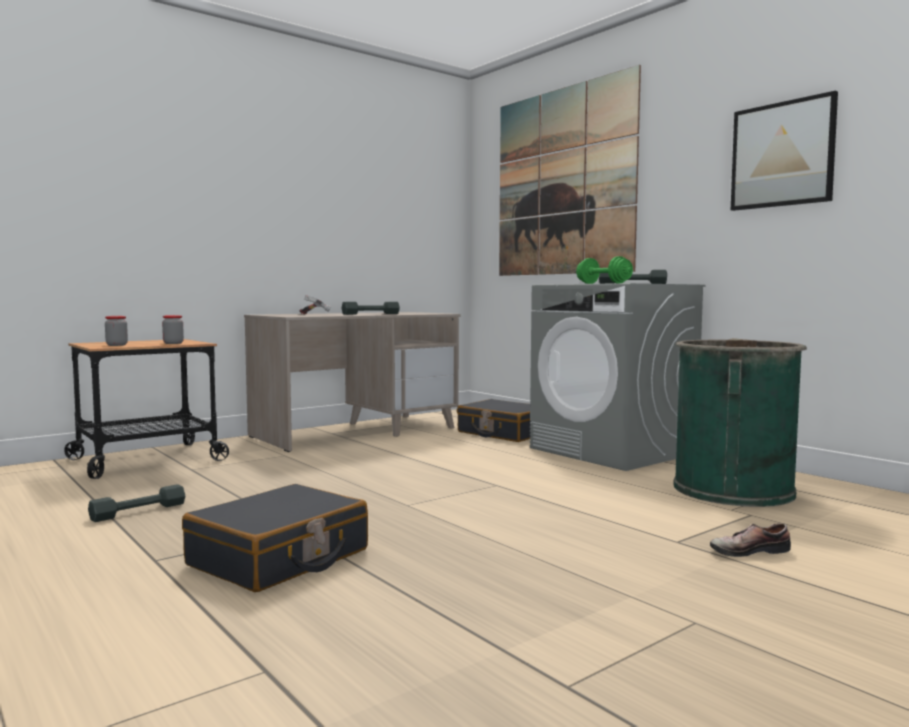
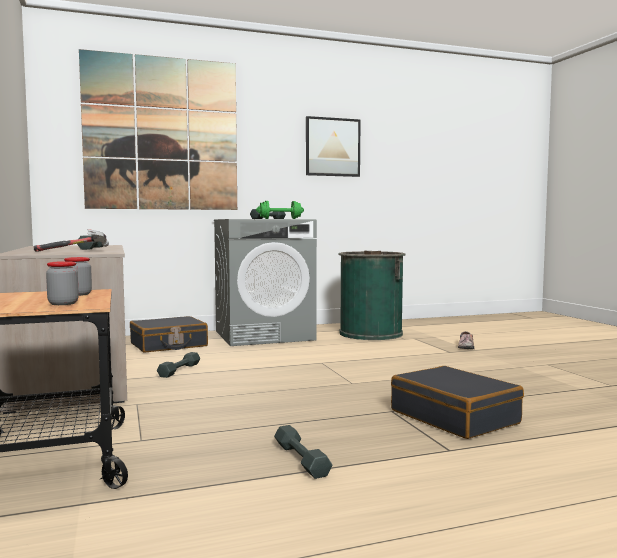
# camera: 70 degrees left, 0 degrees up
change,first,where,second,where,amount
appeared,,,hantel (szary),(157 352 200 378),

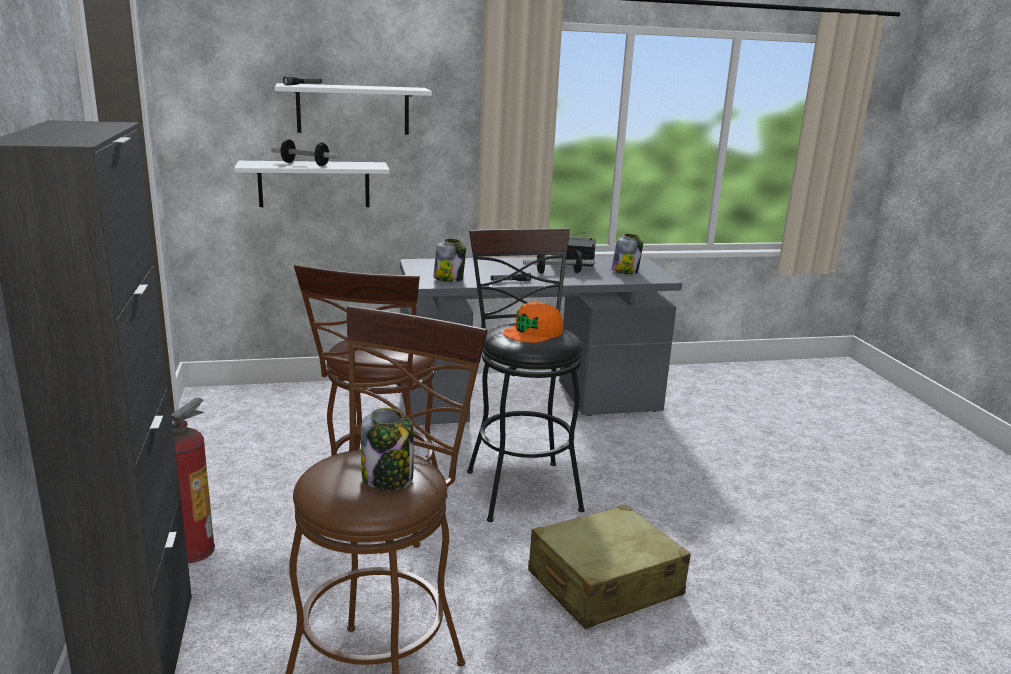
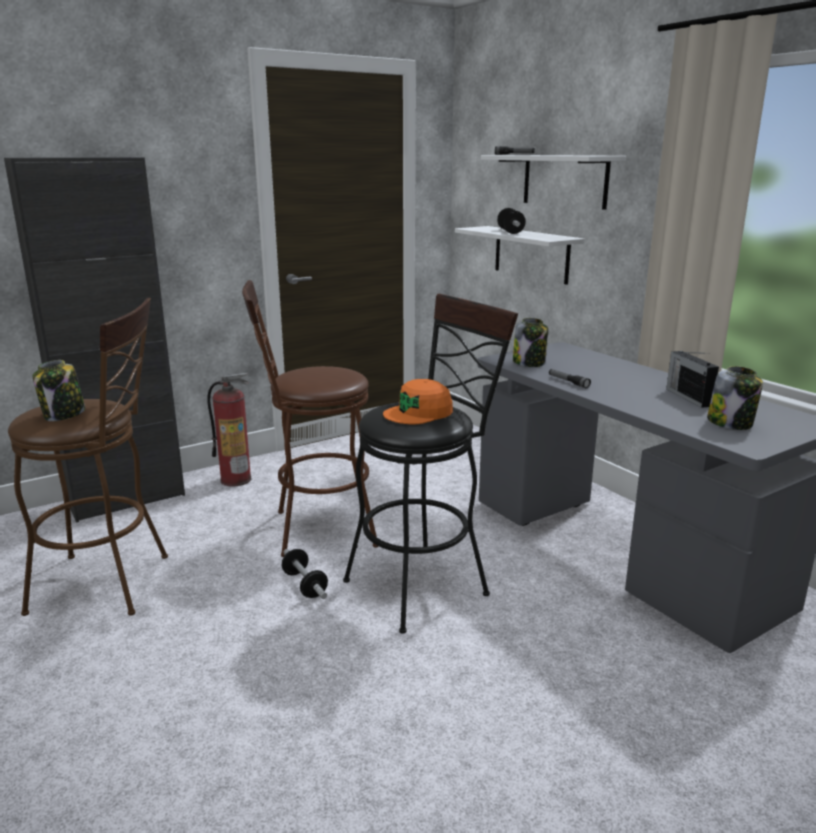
# camera: 70 degrees right, 0 degrees up
change,first,where,second,where,amount
missing,walizka (beżowy),(528 505 691 629),,,
relocated,hantel,(523 251 595 274),,(282 549 328 599),
spun,czapka z daszkiem (pomarańczowy),(503 302 563 343),,(383 379 453 424),60 degrees counterclockwise

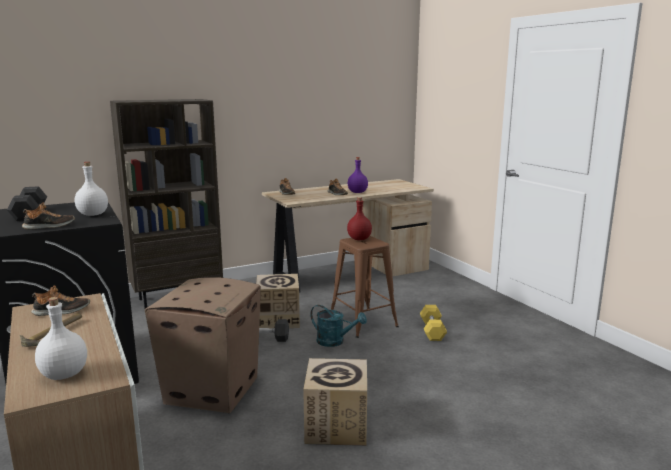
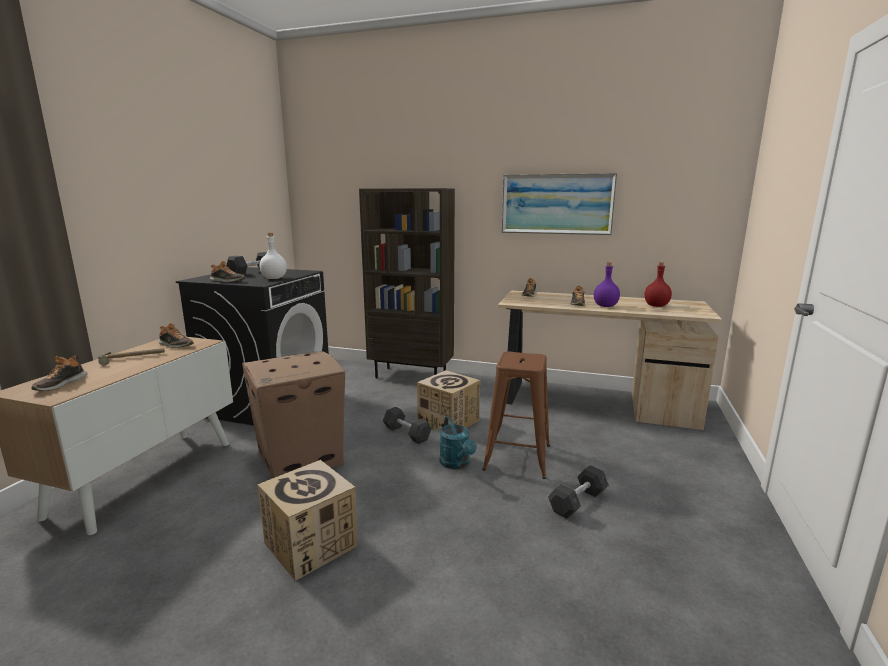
# camera: 45 degrees right, 0 degrees up
change,first,where,second,where,amount
appeared,,,obraz,(502 173 617 235),
relocated,butelka (czerwony),(347 197 372 240),,(644 262 672 307),
exchanged,butelka (biały),(35 297 87 380),but,(31 356 87 391),
colour,hantel (żółty),(420 305 447 341),hantel (szary),(548 465 609 519),

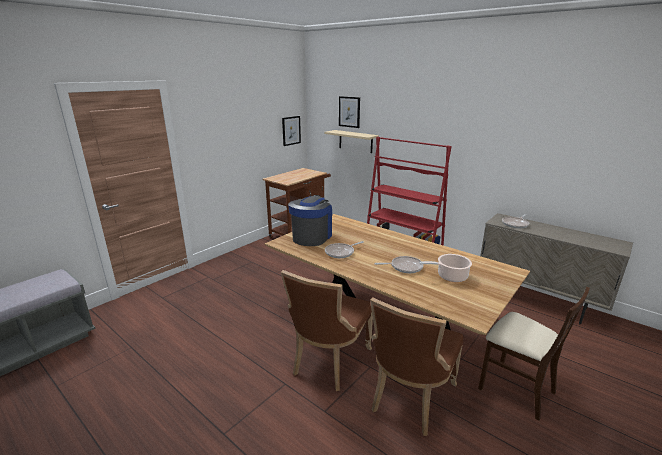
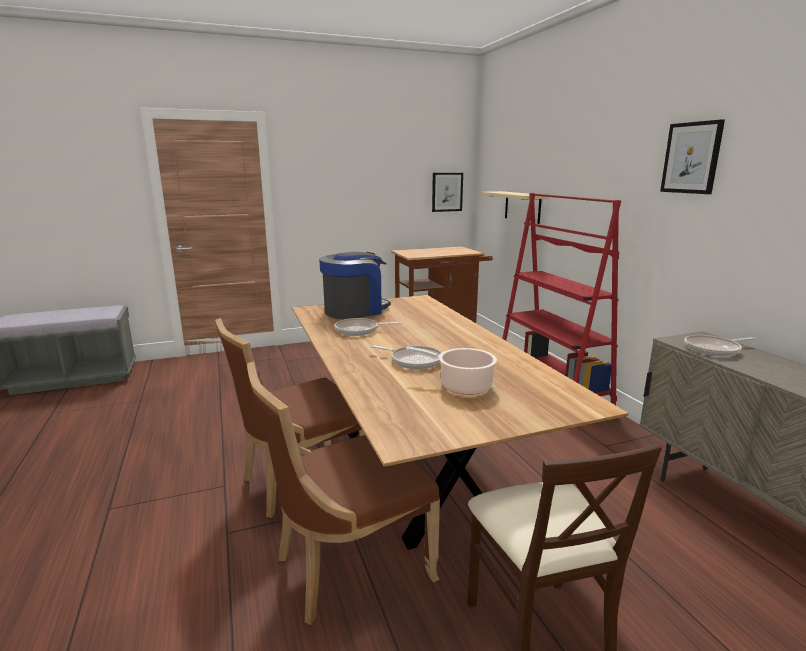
# camera: 30 degrees right, 5 degrees down
change,first,where,second,where,amount
relocated,obraz,(339 96 360 128),,(660 119 725 194),

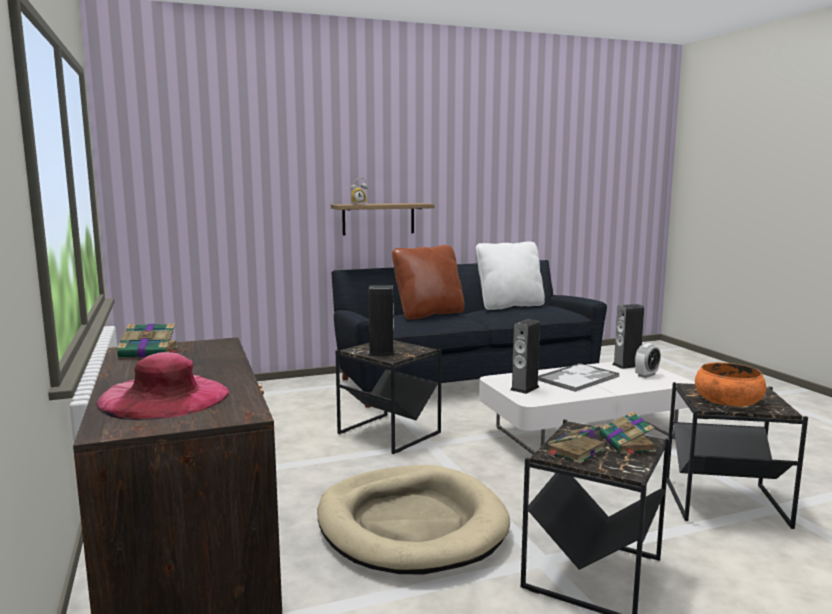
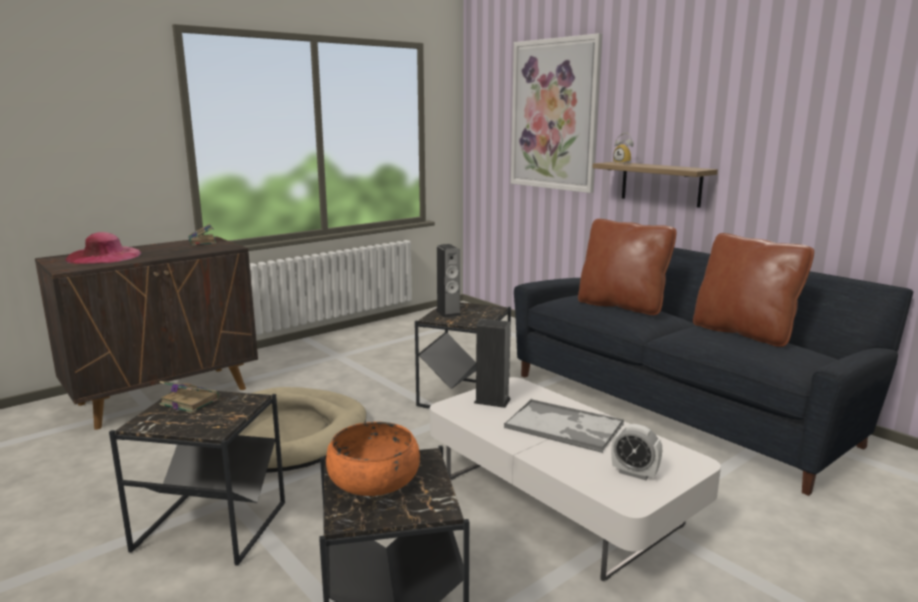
# camera: 70 degrees right, 5 degrees up
change,first,where,second,where,amount
missing,książka,(600 411 656 455),,,
missing,głośnik,(612 304 644 369),,,
appeared,,,obraz,(511 33 602 193),
colour,poduszka (biały),(476 242 545 310),poduszka (brązowy),(693 233 814 347),

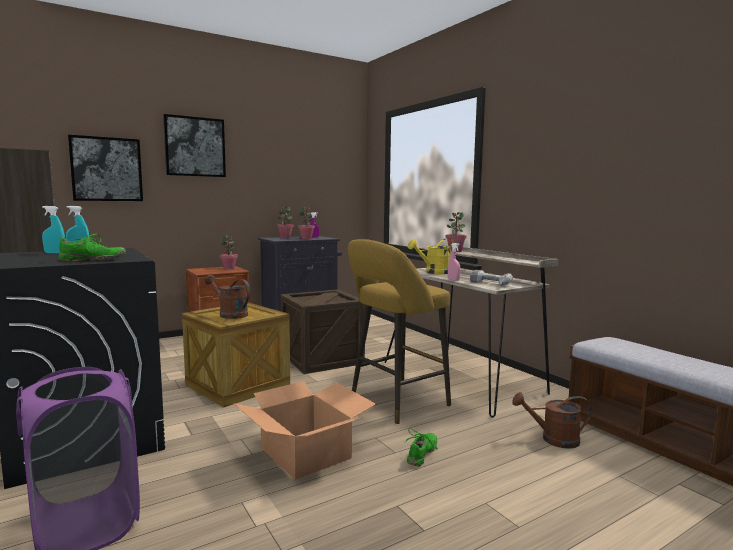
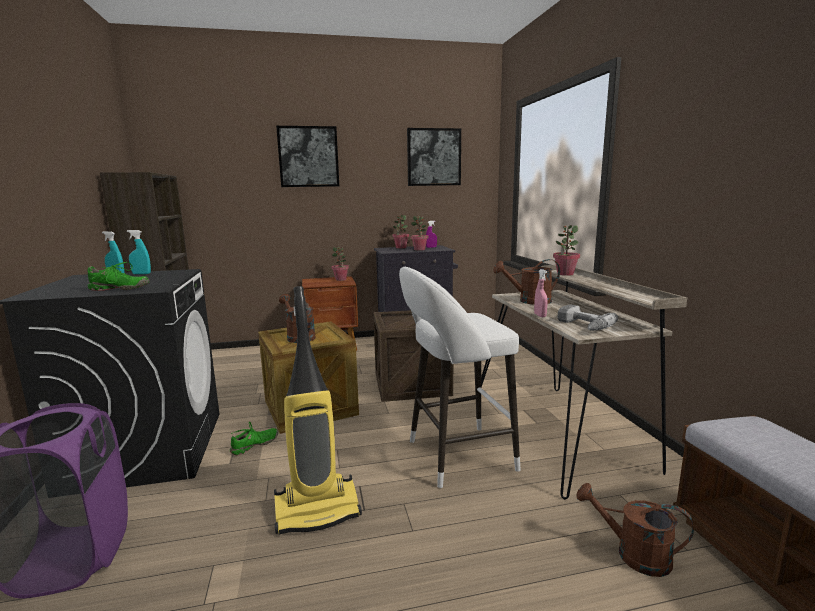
# camera: 20 degrees right, 5 degrees up
change,first,where,second,where,amount
relocated,obraz,(68 135 143 201),,(407 128 461 186),
relocated,but (zielony),(404 428 438 467),,(230 422 278 455),
exchanged,karton,(233 381 376 480),odkurzacz,(274 286 362 534),
colour,stołek (żółty),(348 239 451 424),stołek (biały),(399 267 521 488),
colour,konewka (żółty),(408 238 455 274),konewka (brązowy),(494 259 560 304),

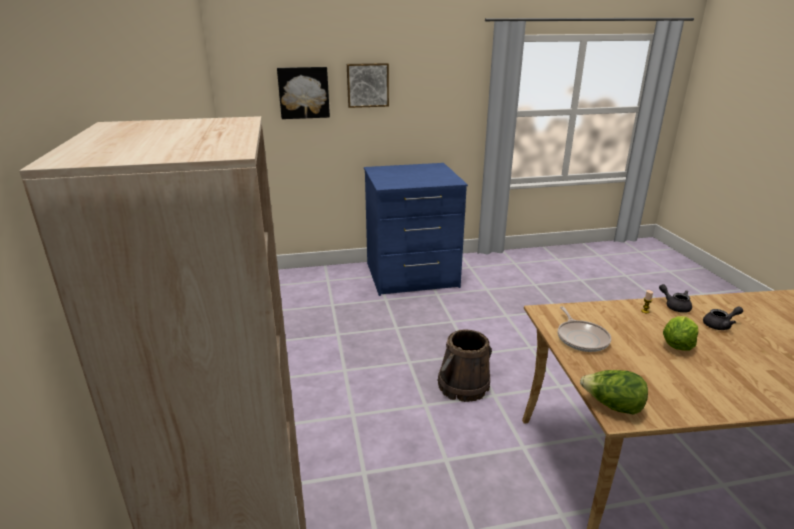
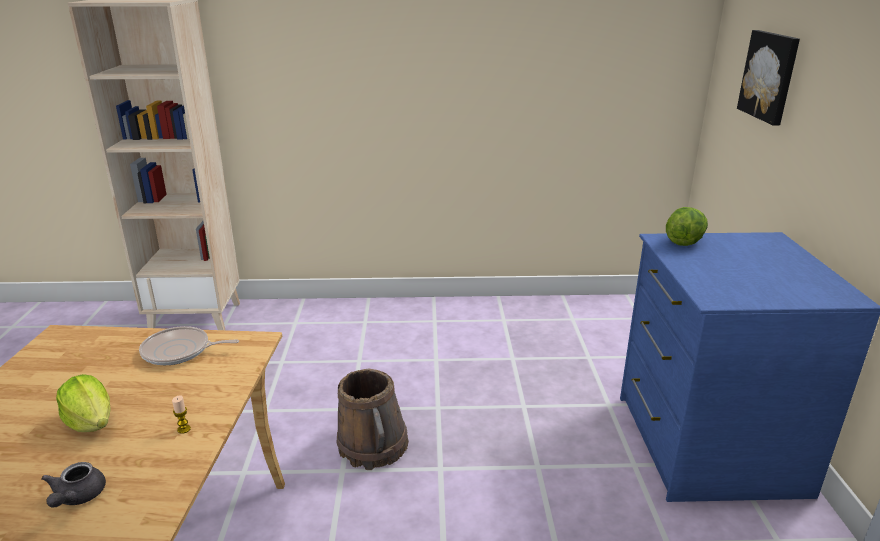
# camera: 100 degrees right, 0 degrees up
change,first,where,second,where,amount
missing,obraz,(347 63 389 108),,,
missing,imbryk (szary),(659 284 692 313),,,
relocated,sałata,(580 370 648 415),,(666 207 708 246),

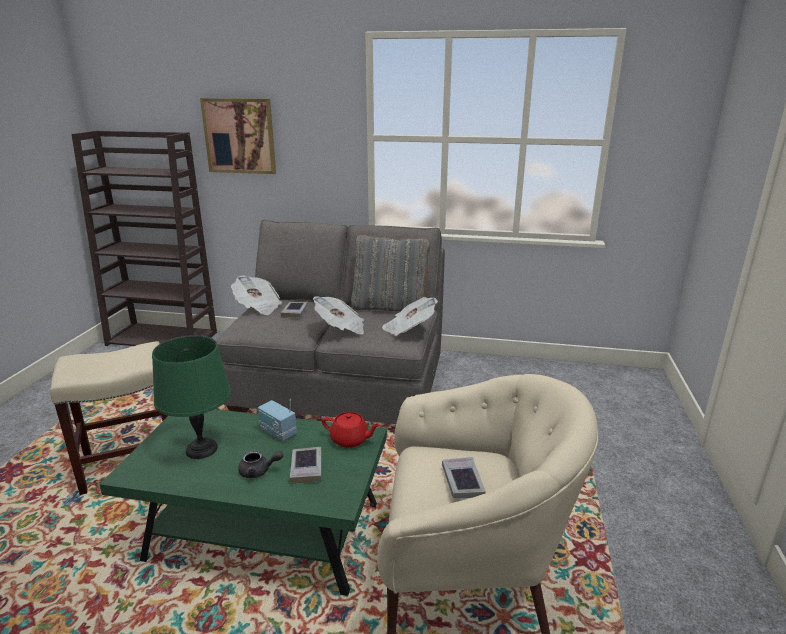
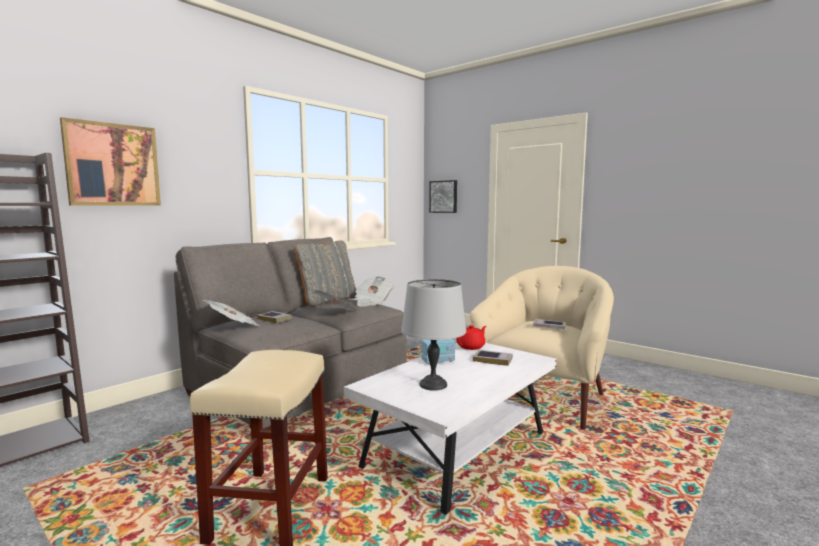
# camera: 60 degrees left, 15 degrees down
change,first,where,second,where,amount
missing,imbryk (szary),(238 450 283 478),,,
appeared,,,obraz,(429 180 457 213),
colour,ława (zielony),(99 409 387 596),ława (biały),(344 343 556 515),
colour,lampa stołowa (zielony),(152 335 231 459),lampa stołowa (szary),(401 279 466 391),

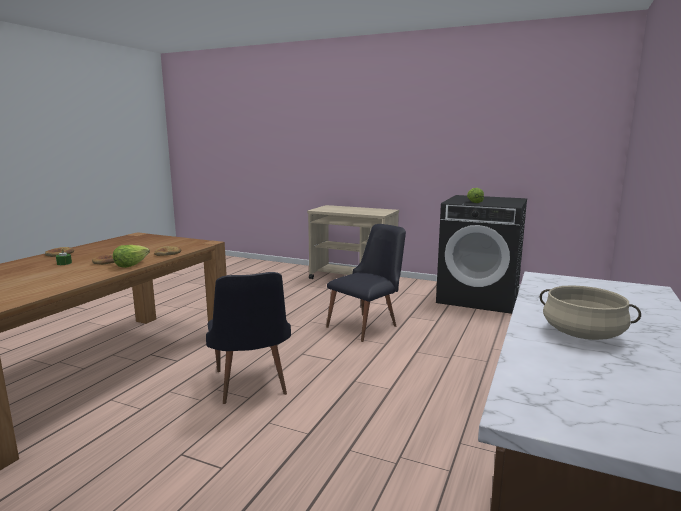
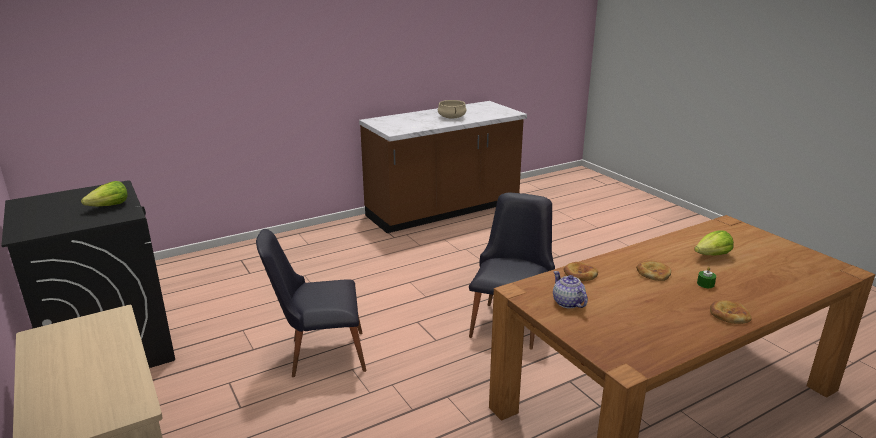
# camera: 145 degrees left, 10 degrees up
change,first,where,second,where,amount
appeared,,,imbryk,(553 271 588 308),
relocated,sałata,(113 245 150 268),,(694 230 734 256),

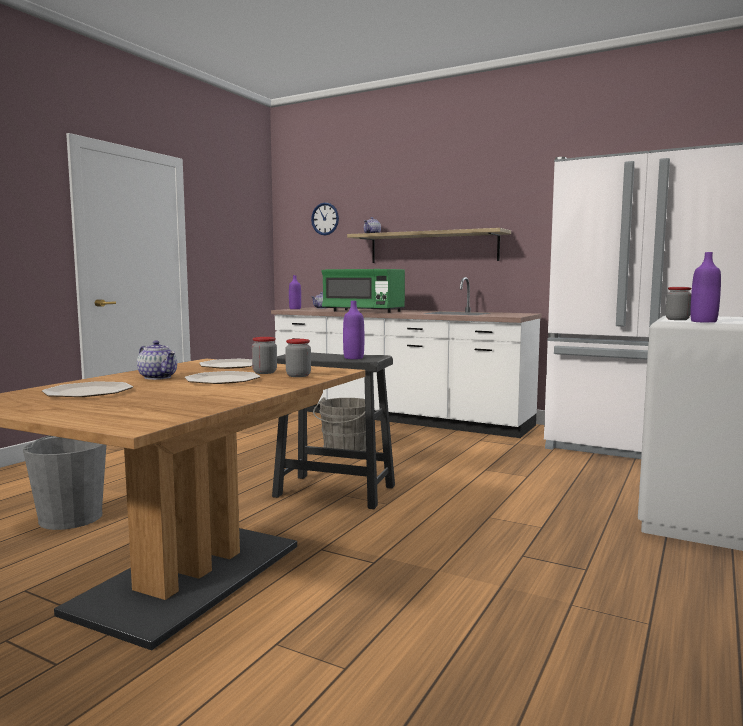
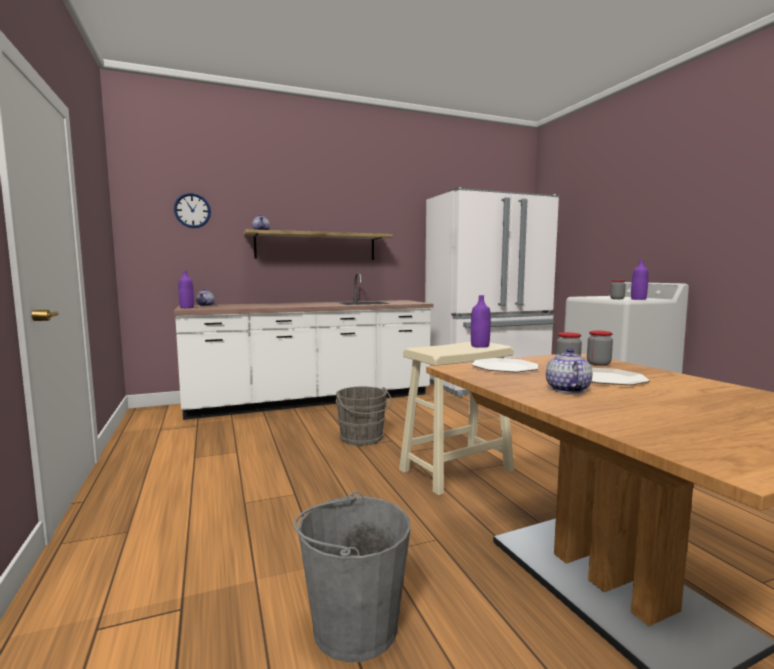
# camera: 50 degrees left, 0 degrees up
change,first,where,second,where,amount
missing,talerz,(42 381 133 397),,,
missing,mikrofalówka (zielony),(322 269 405 313),,,
colour,stołek (czarny),(272 352 395 509),stołek (beżowy),(399 341 514 495),
spun,imbryk,(137 340 177 380),,(546 348 592 393),75 degrees counterclockwise

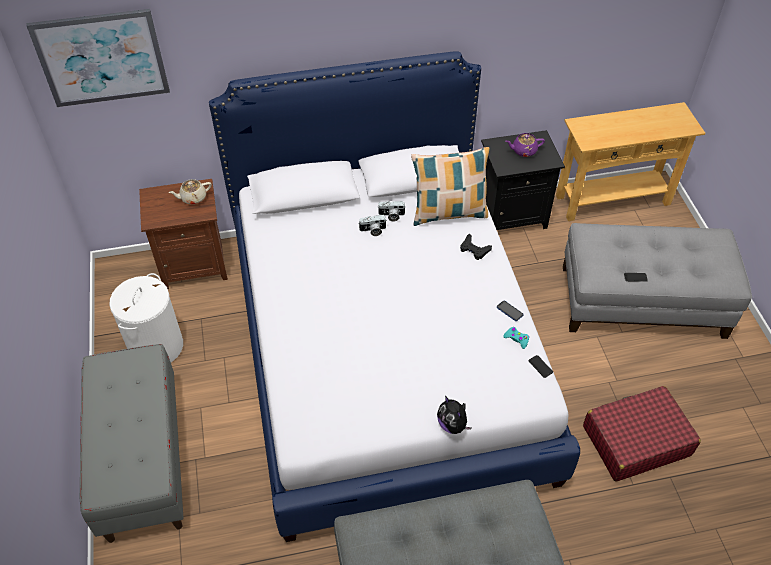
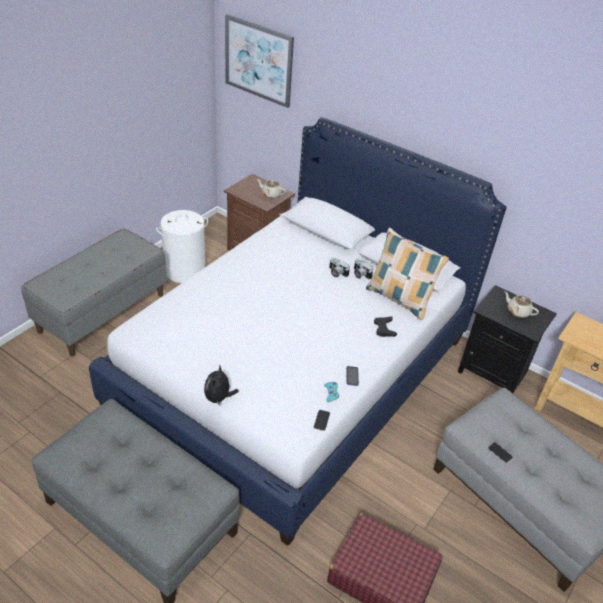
# camera: 45 degrees right, 10 degrees down
change,first,where,second,where,amount
colour,imbryk (fioletowy),(506 133 545 157),imbryk (beżowy),(504 291 539 318),

